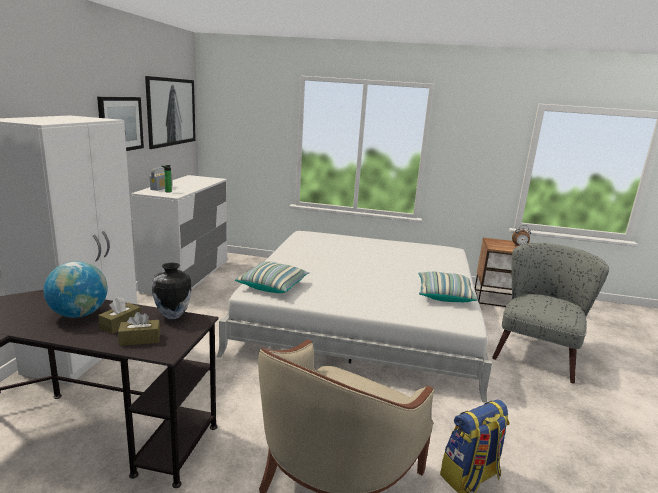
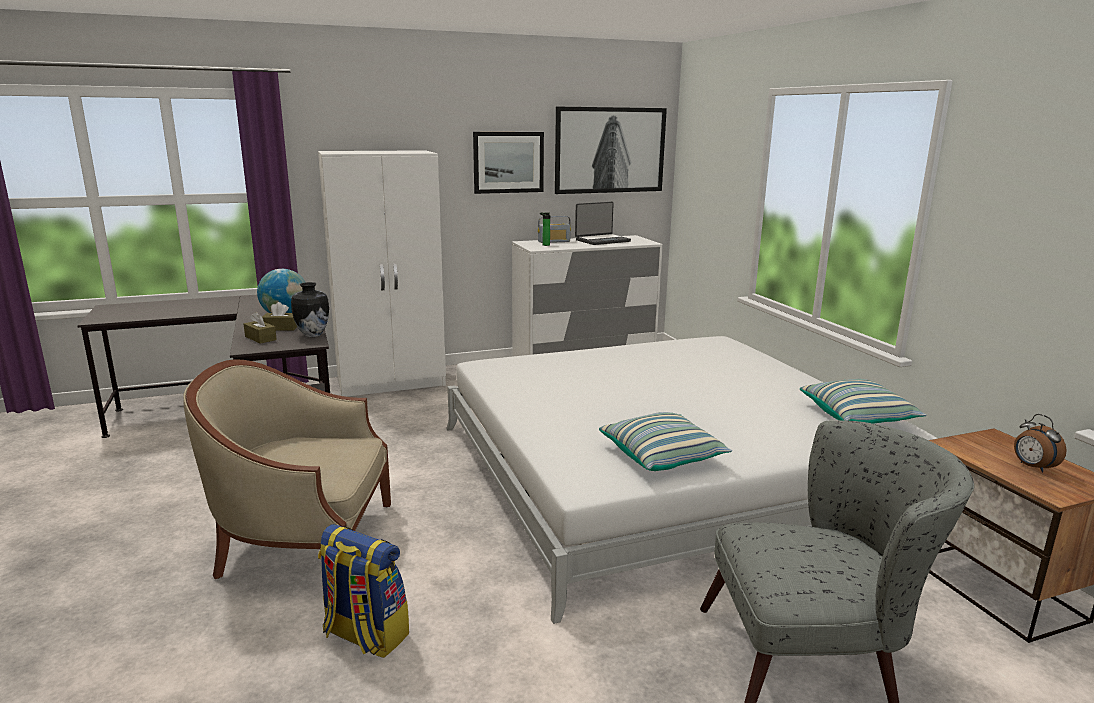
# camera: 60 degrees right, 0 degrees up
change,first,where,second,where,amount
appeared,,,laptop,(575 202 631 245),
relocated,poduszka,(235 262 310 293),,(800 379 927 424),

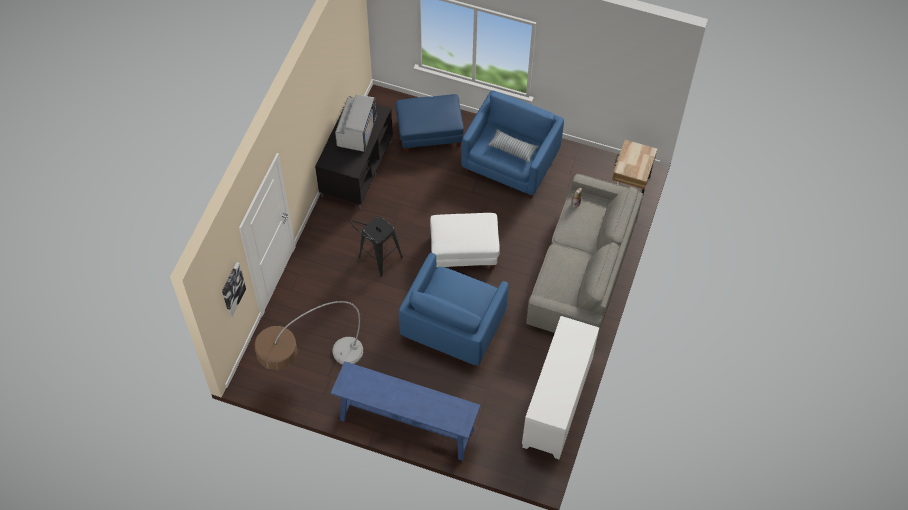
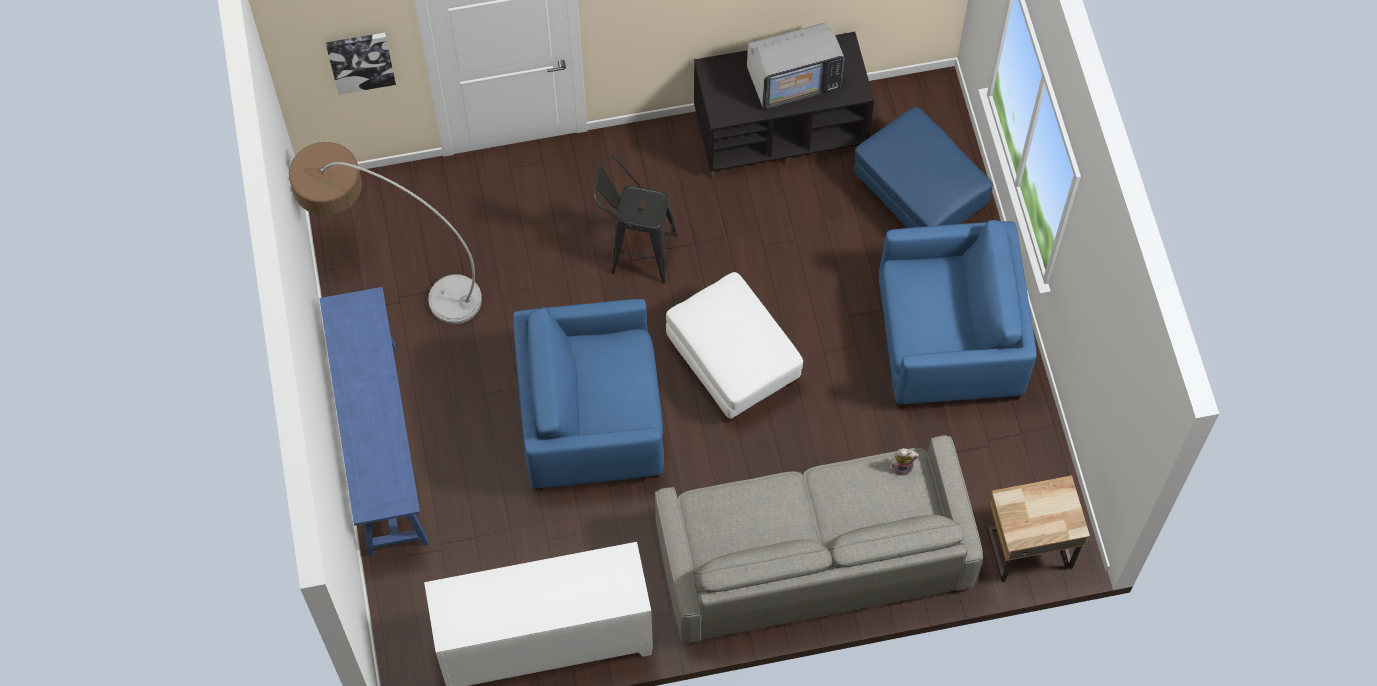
# camera: 60 degrees right, 5 degrees up
change,first,where,second,where,amount
missing,poduszka,(488 129 539 162),,,

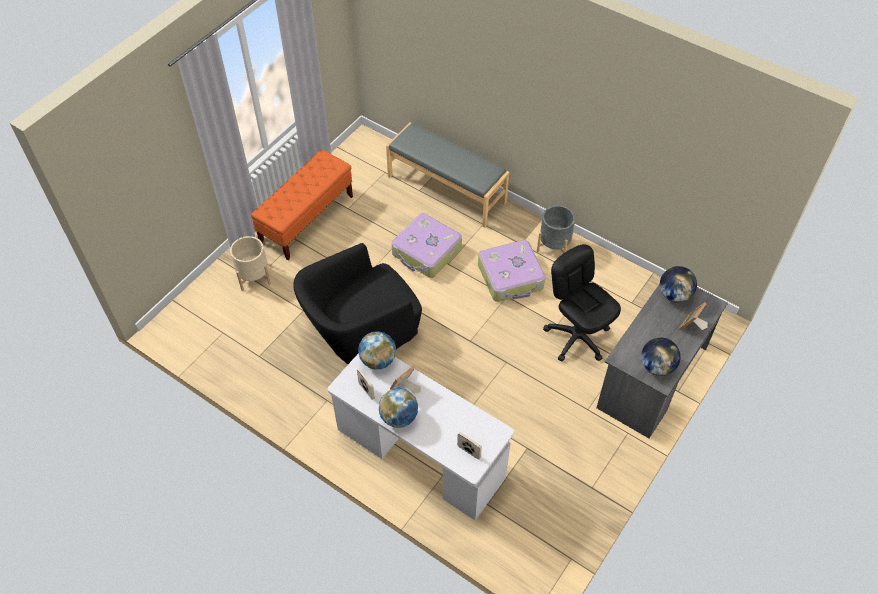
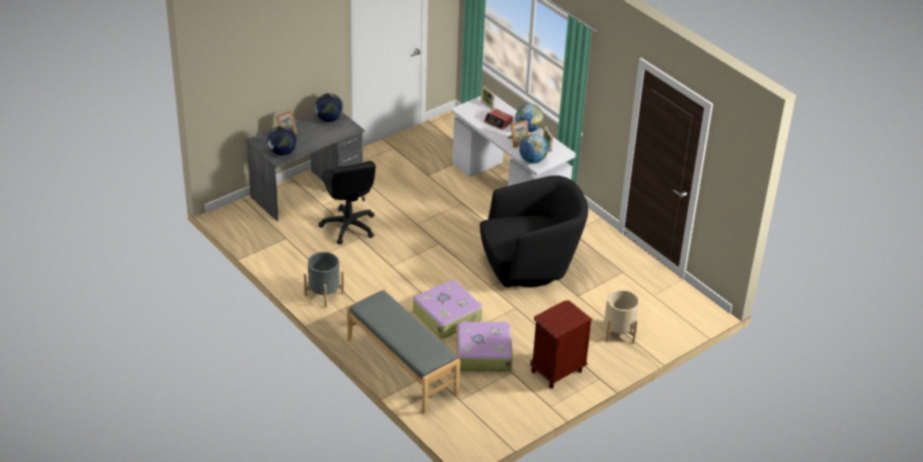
# camera: 165 degrees left, 15 degrees down
change,first,where,second,where,amount
appeared,,,budzik,(484 108 513 130),
relocated,walizka,(478 240 545 302),,(457 321 513 372),
exchanged,ławka (pomarańczowy),(251 150 353 260),szafka nocna (brązowy),(530 300 593 389),

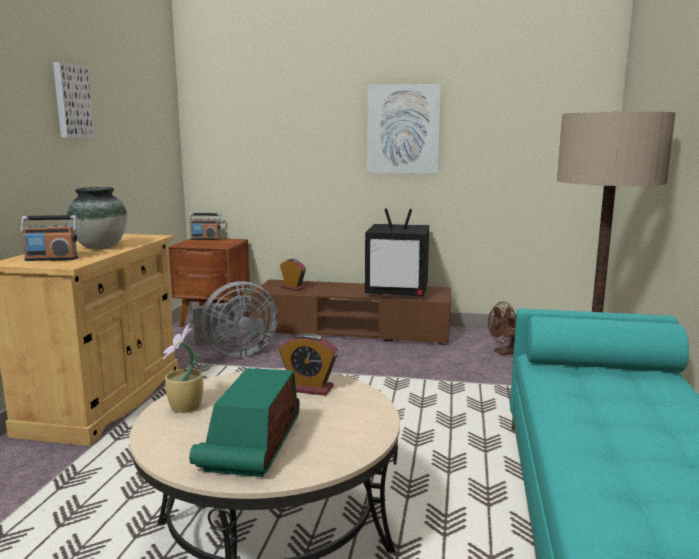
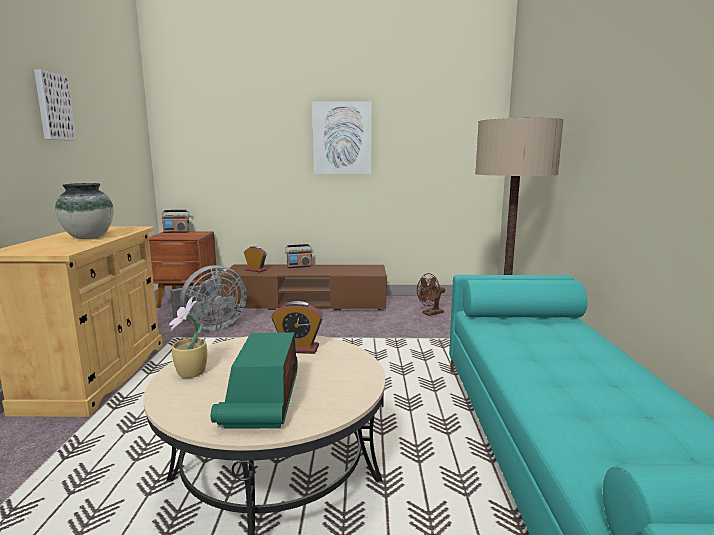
# camera: 10 degrees left, 0 degrees up
change,first,where,second,where,amount
missing,telewizor,(365 208 429 296),,,
relocated,radio,(20 215 78 261),,(285 244 312 268),

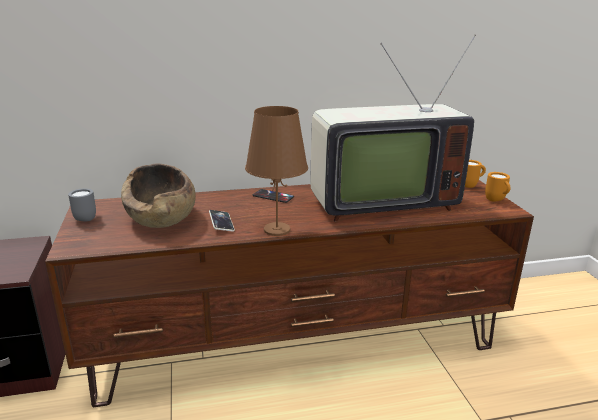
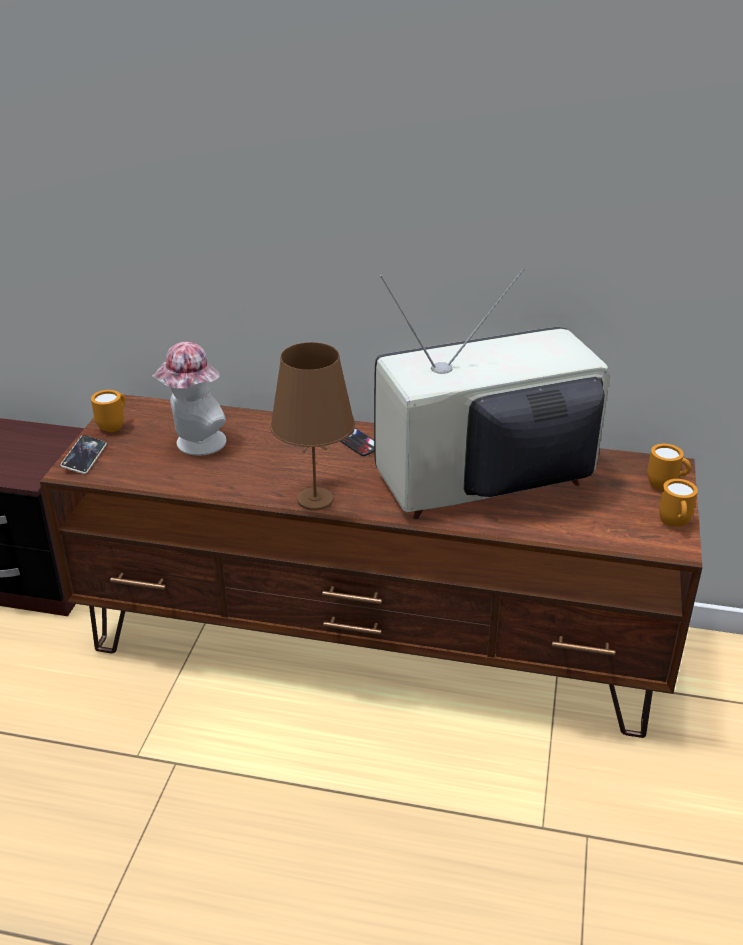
# camera: 25 degrees right, 10 degrees up
change,first,where,second,where,amount
relocated,telefon,(209 210 235 232),,(61 435 107 474),
exchanged,miska (brązowy),(121 163 196 228),kapelusz,(152 342 226 456),
colour,kubek (szary),(68 188 96 221),kubek (pomarańczowy),(91 390 126 432),
spun,telewizor,(310 34 476 222),,(374 268 610 519),150 degrees clockwise

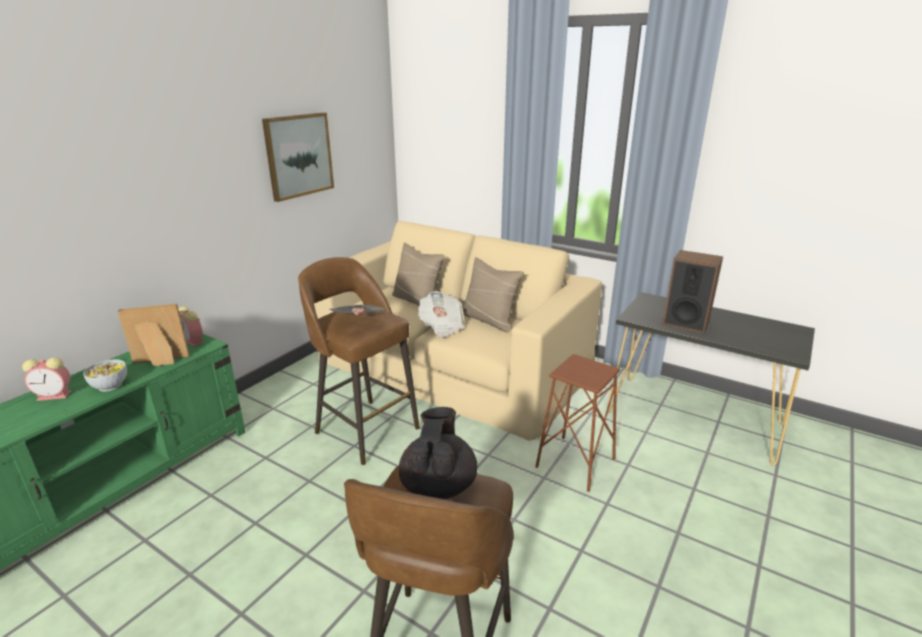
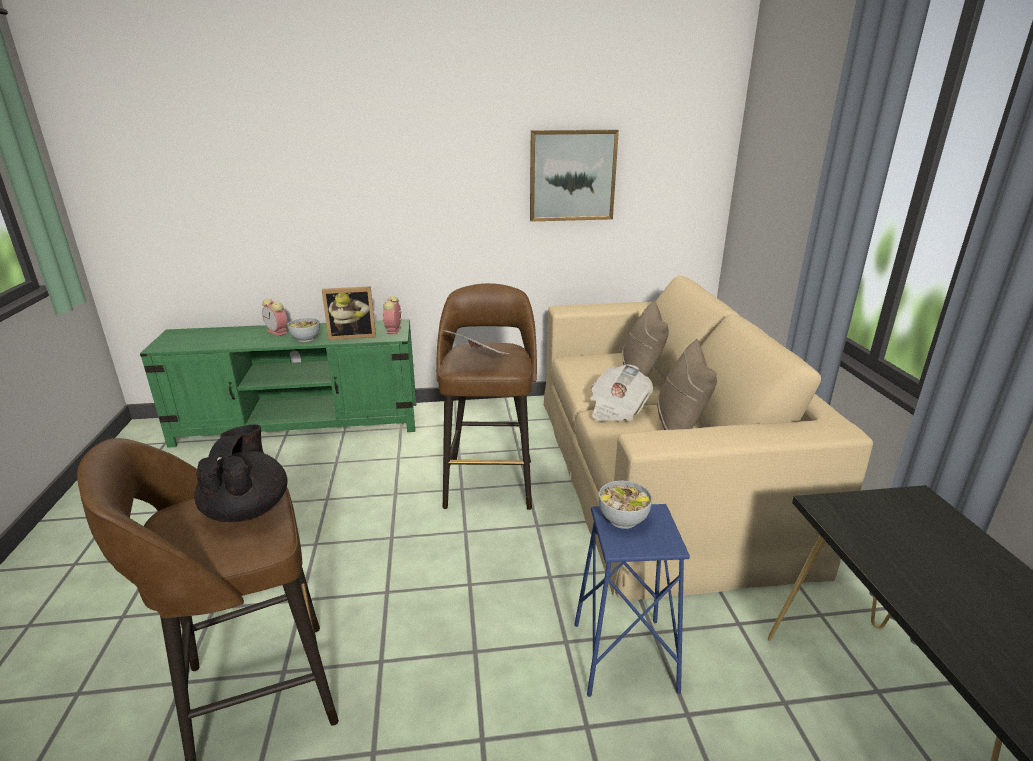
# camera: 50 degrees right, 0 degrees up
change,first,where,second,where,amount
missing,głośnik,(662 250 723 333),,,
appeared,,,miska,(599 481 652 529),
colour,stołek (brązowy),(535 354 620 492),stołek (niebieski),(574 504 690 697),
spun,ramka na zdjęcie,(118 304 189 366),,(322 286 376 340),135 degrees clockwise
spun,imbryk (czarny),(399 407 477 500),,(194 424 288 522),60 degrees counterclockwise

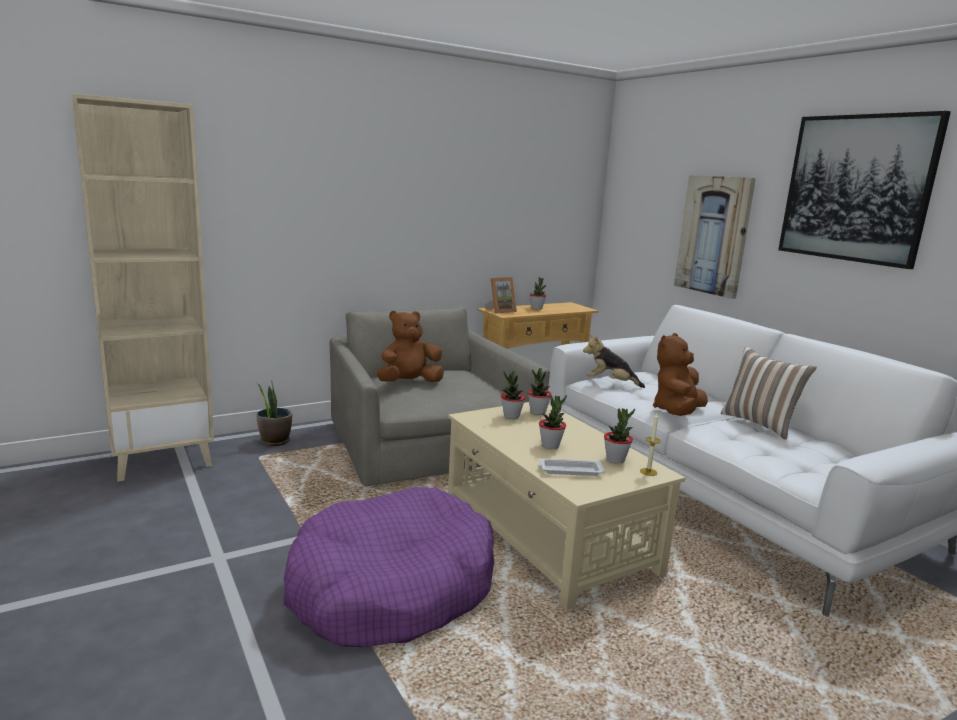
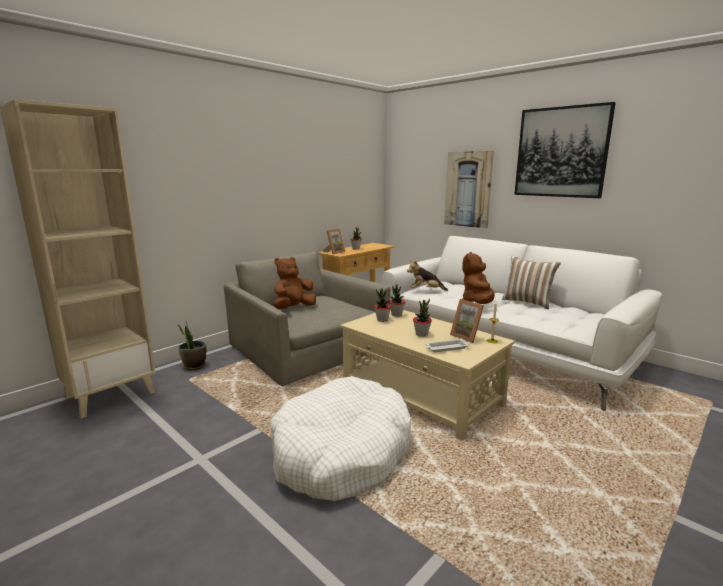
# camera: 15 degrees left, 0 degrees up
change,first,where,second,where,amount
exchanged,roślina doniczkowa,(604 408 635 464),ramka na zdjęcie,(450 299 484 343),
colour,legowisko (fioletowy),(283 487 494 647),legowisko (biały),(270 376 412 501),

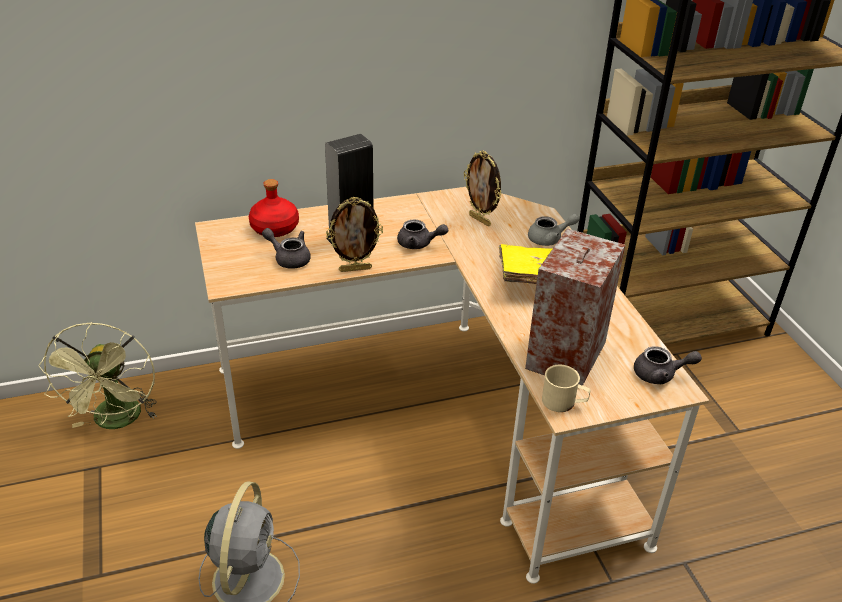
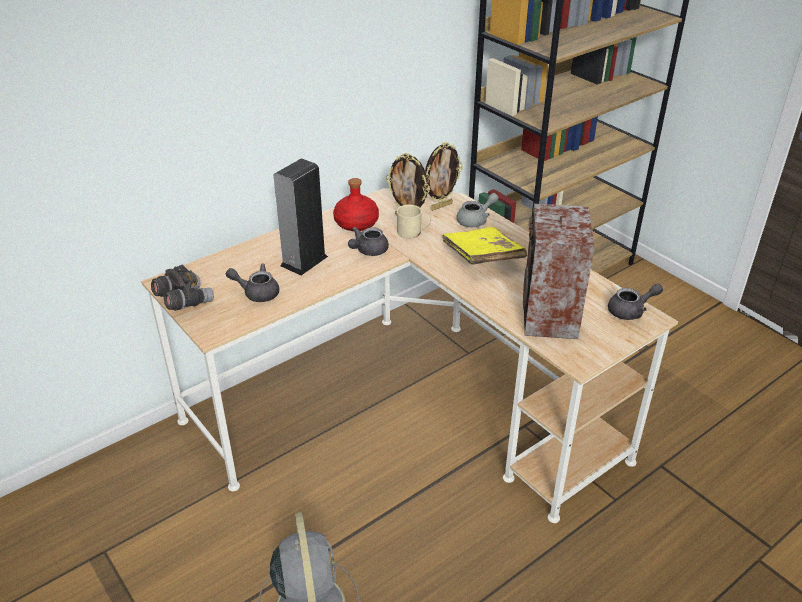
# camera: 20 degrees left, 0 degrees up
change,first,where,second,where,amount
missing,wentylator (zielony),(38 322 157 429),,,
appeared,,,lornetka (szary),(151 265 214 311),
relocated,butelka (czerwony),(249 179 299 237),,(333 178 379 231),
relocated,ramka na zdjęcie,(326 197 383 272),,(425 142 463 211),
relocated,kubek (beżowy),(542 365 590 412),,(397 205 431 238),
spun,imbryk (szary),(397 220 448 249),,(348 227 389 256),135 degrees clockwise

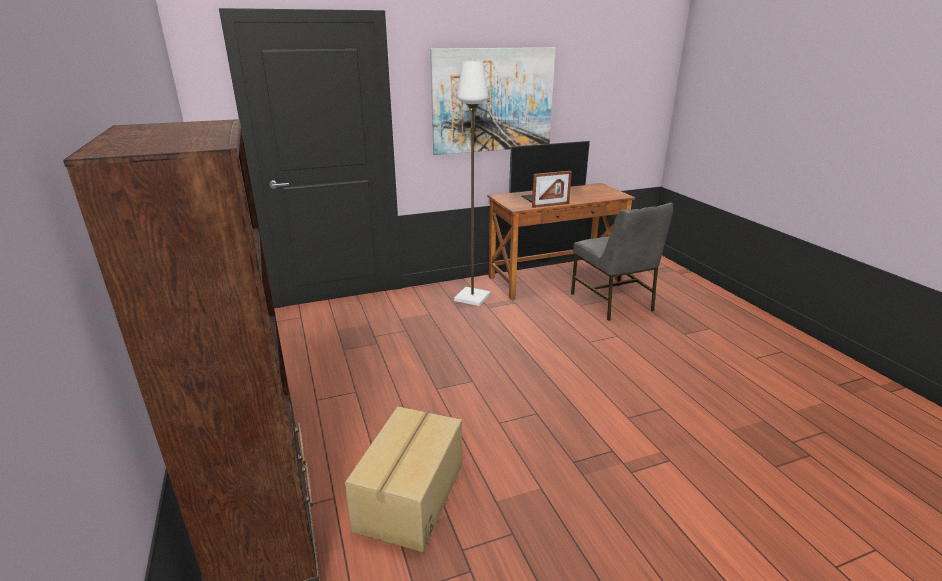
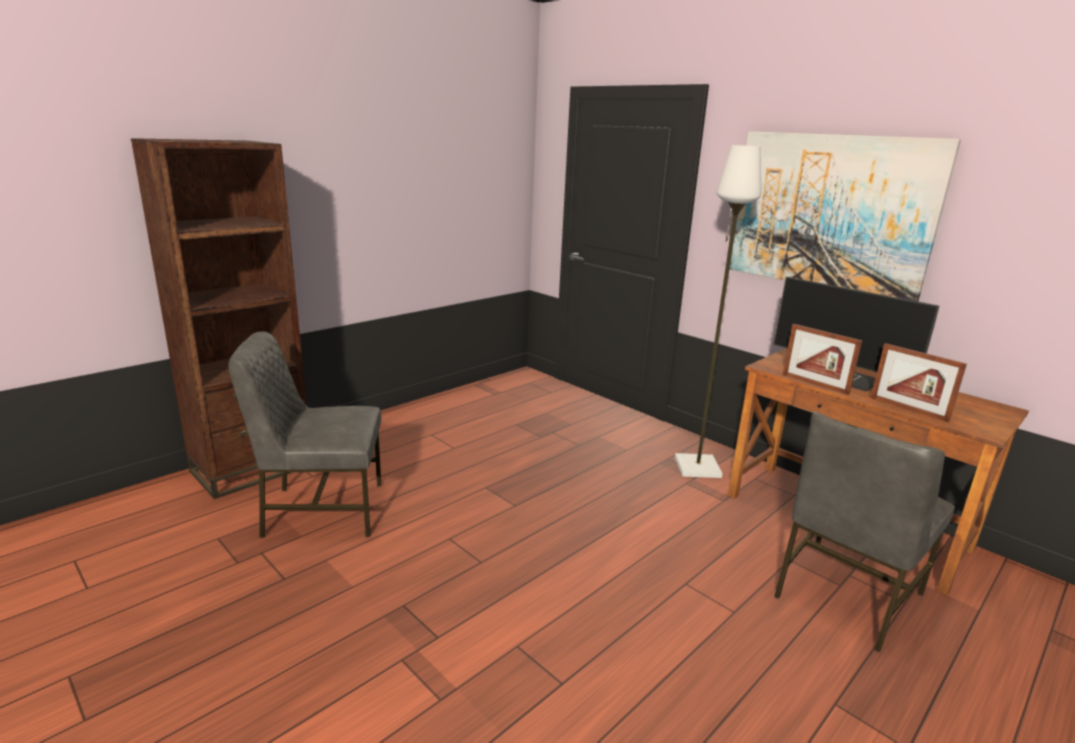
# camera: 65 degrees right, 5 degrees down
change,first,where,second,where,amount
appeared,,,ramka na zdjęcie,(871 343 967 422),
exchanged,karton,(345 406 462 552),krzesło (szary),(228 331 382 538),

